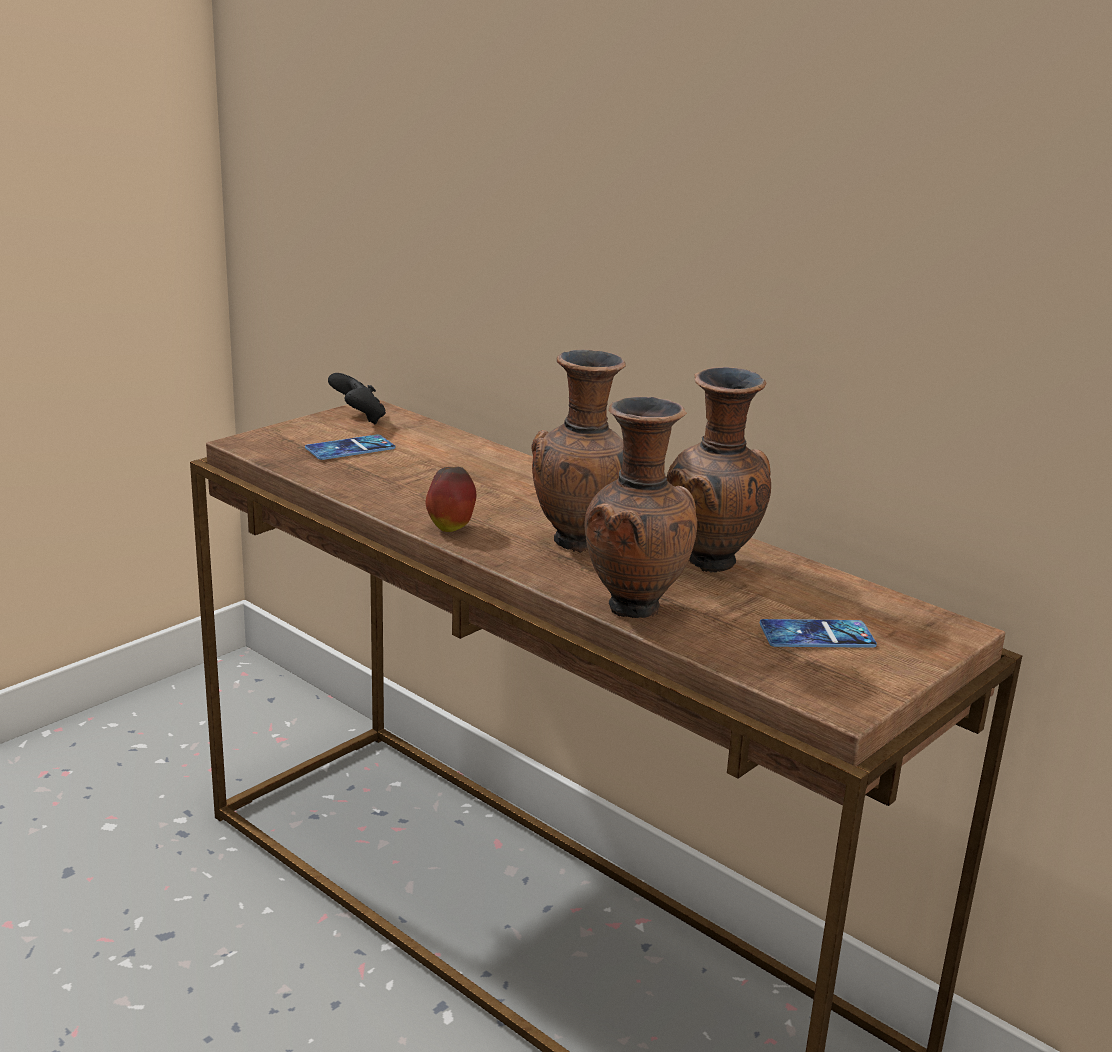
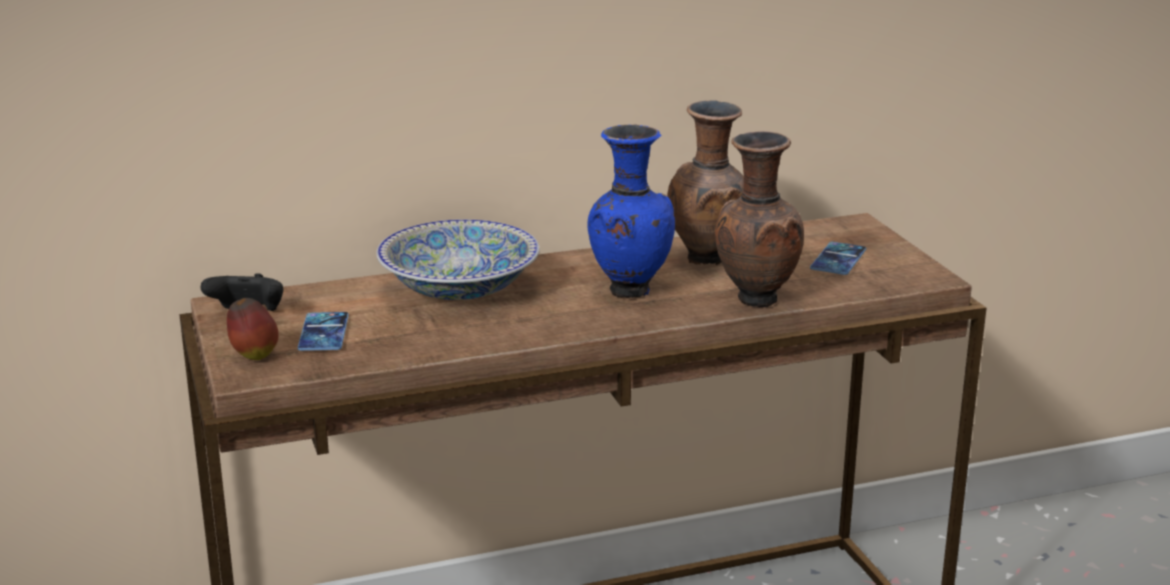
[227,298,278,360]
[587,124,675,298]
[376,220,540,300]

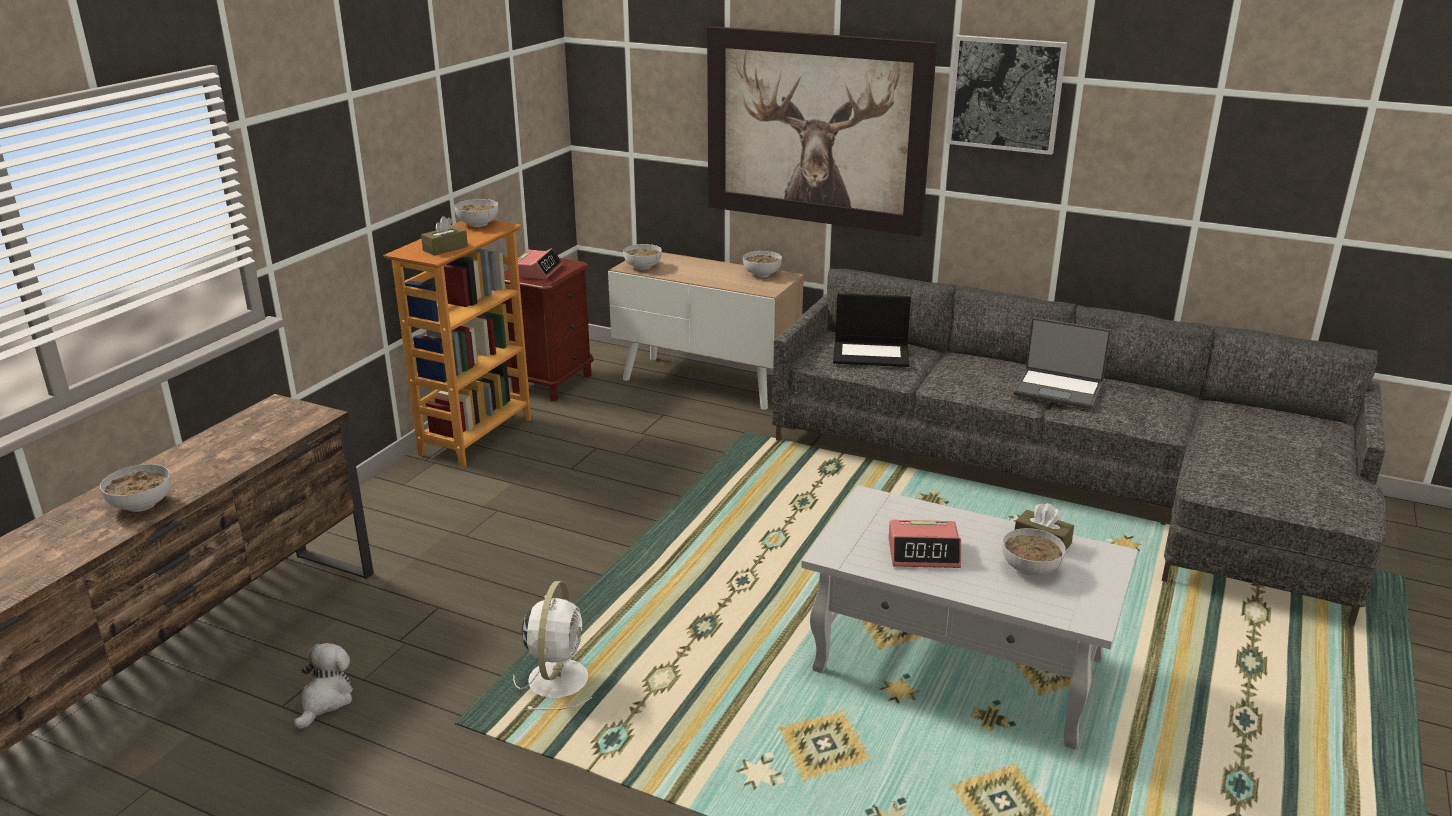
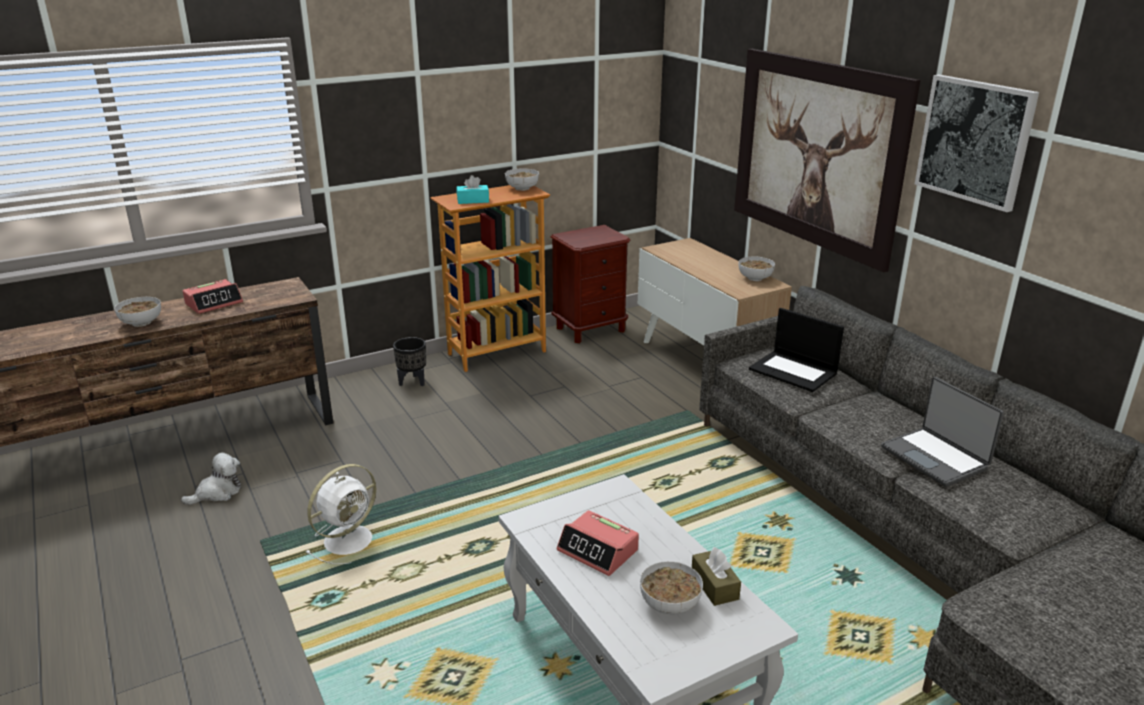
[457,175,489,204]
[183,279,243,314]
[623,244,662,270] (first image)
[393,337,426,386]

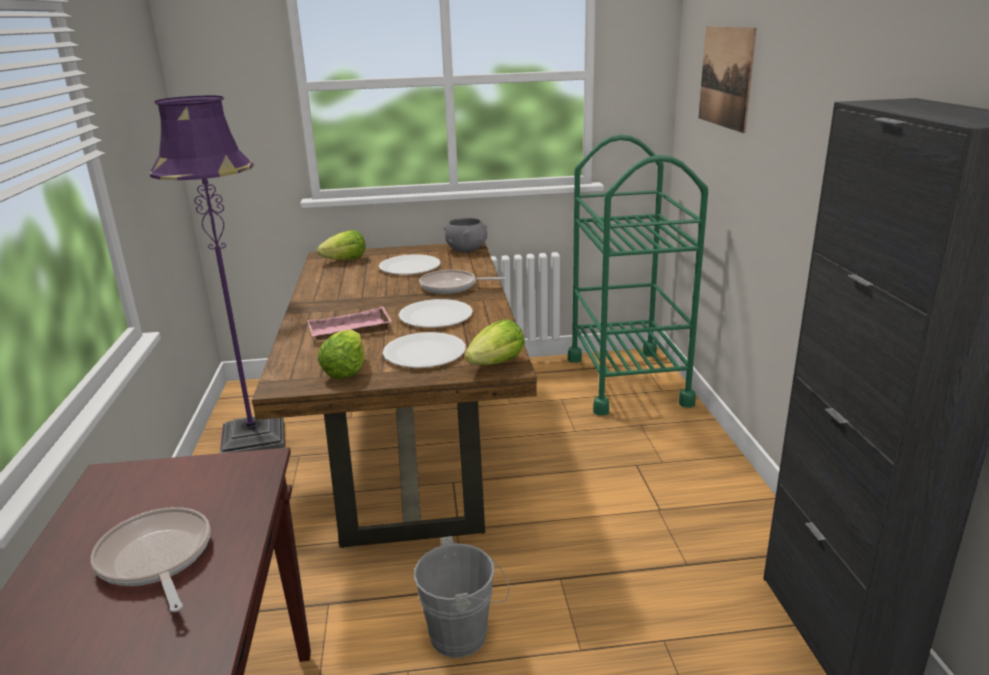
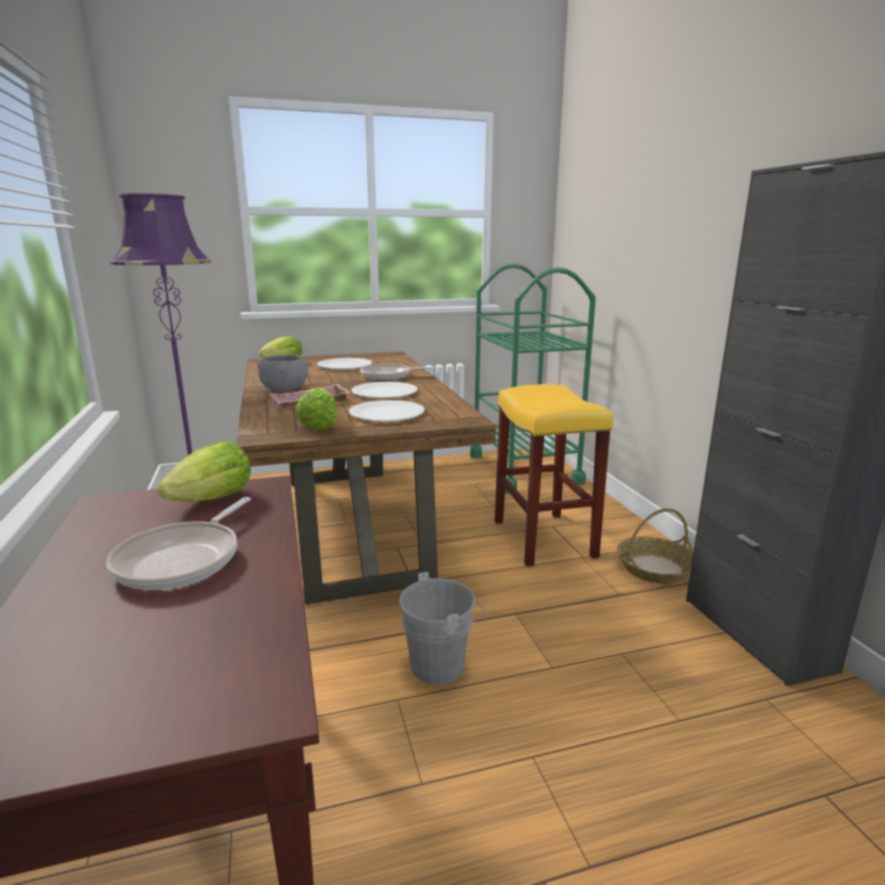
[106,497,251,590]
[258,355,308,392]
[158,441,251,502]
[699,26,757,133] (first image)
[495,384,613,567]
[617,508,693,584]

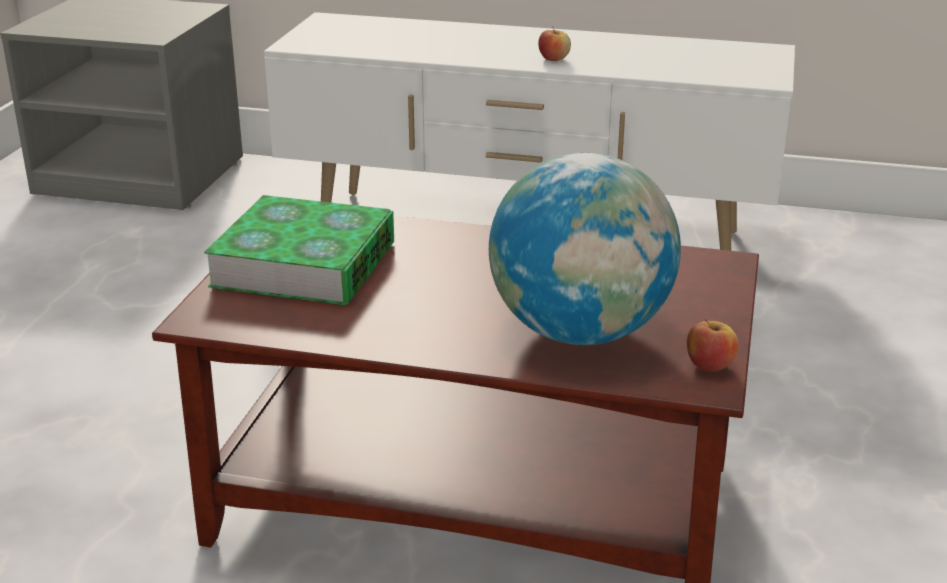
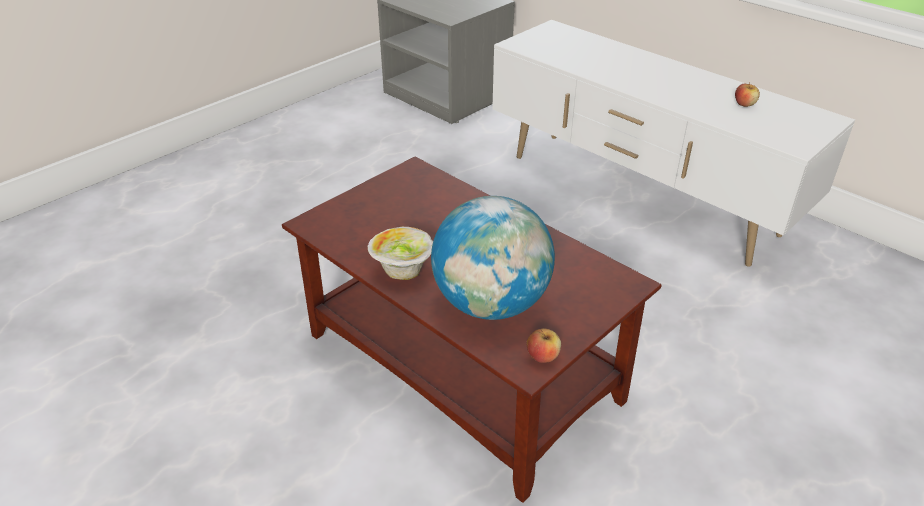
[204,195,394,305] (first image)
[735,82,760,107]
[368,227,433,280]

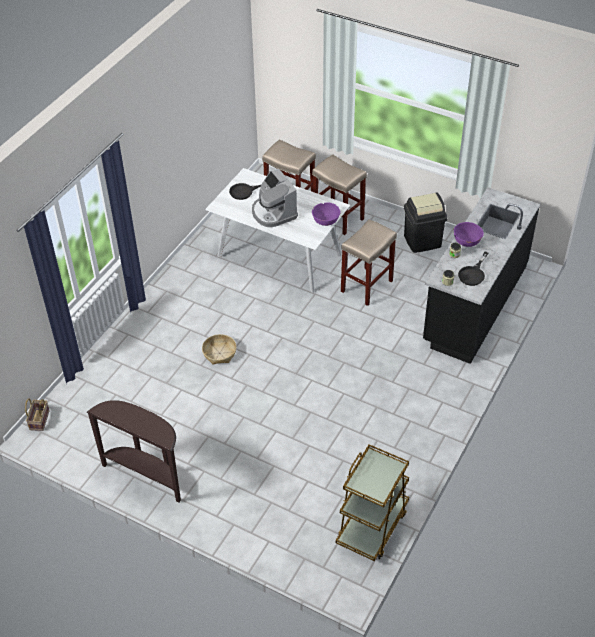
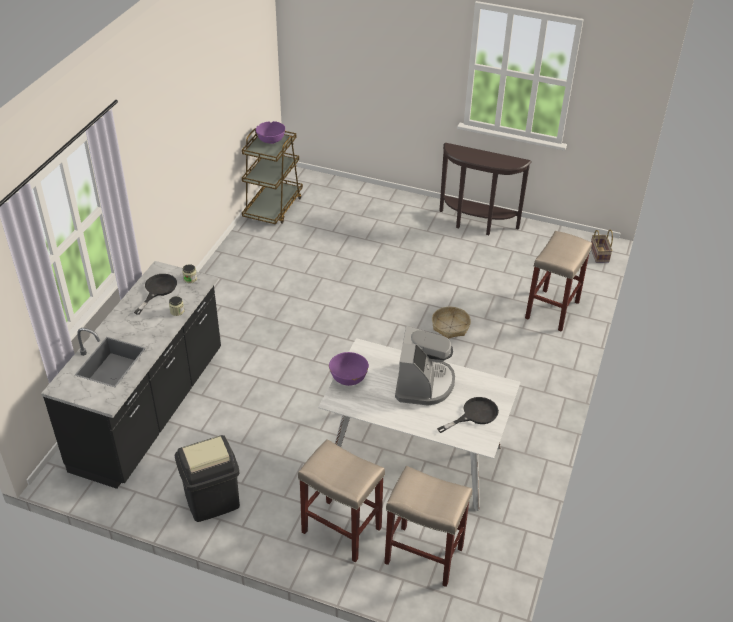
[395,326,455,406]
[525,231,592,332]
[256,121,285,144]

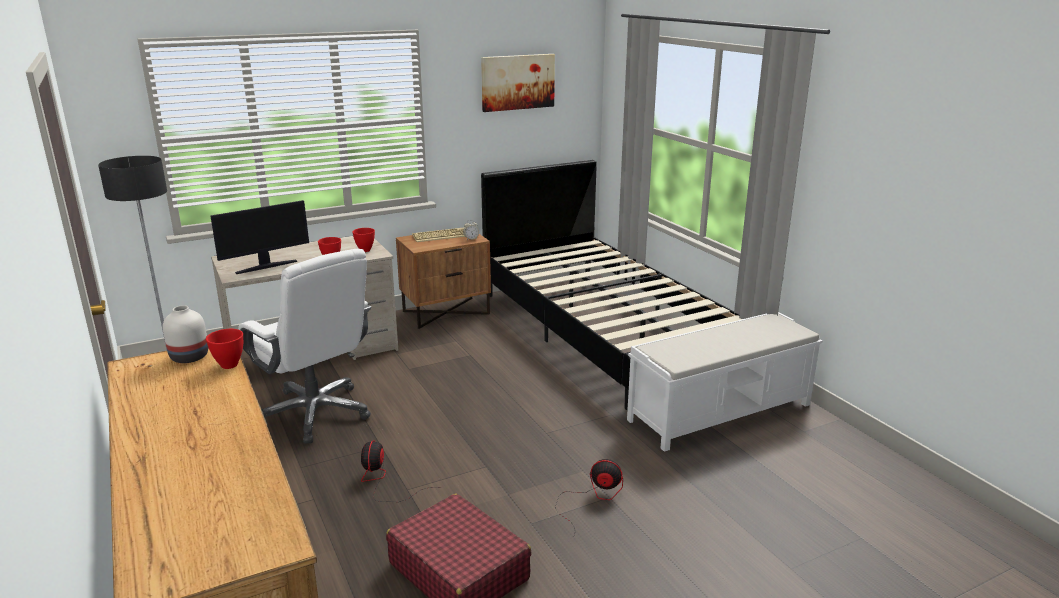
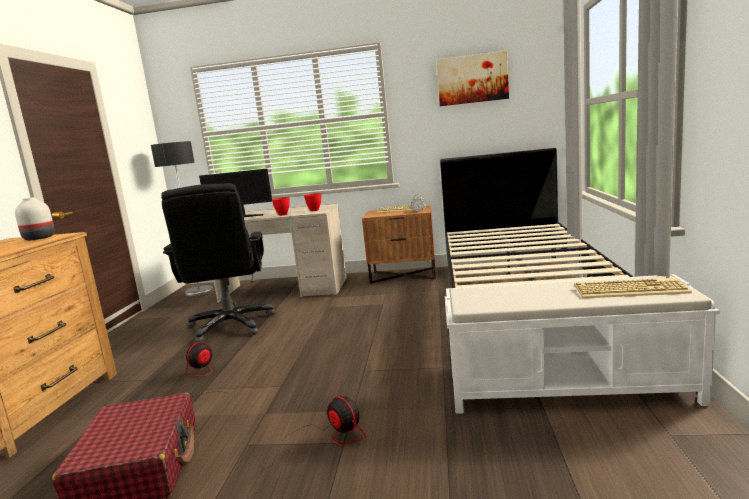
[206,329,243,369] (first image)
[161,183,276,343]
[574,278,692,298]

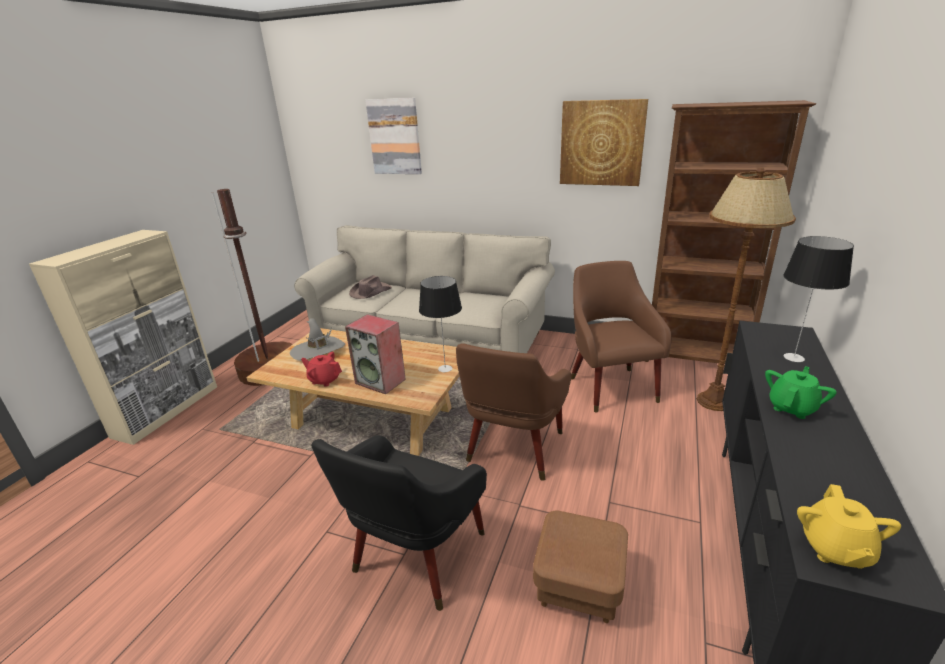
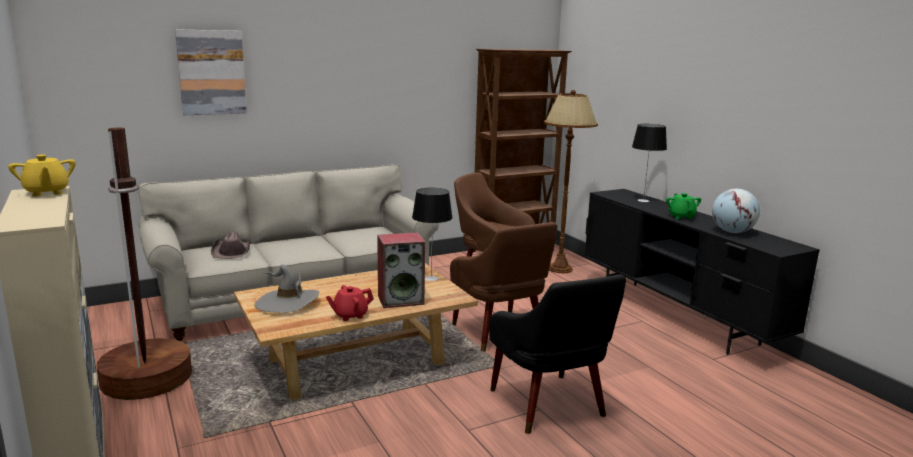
[533,511,628,623] (first image)
[560,99,648,186] (first image)
[8,154,76,197]
[712,189,760,233]

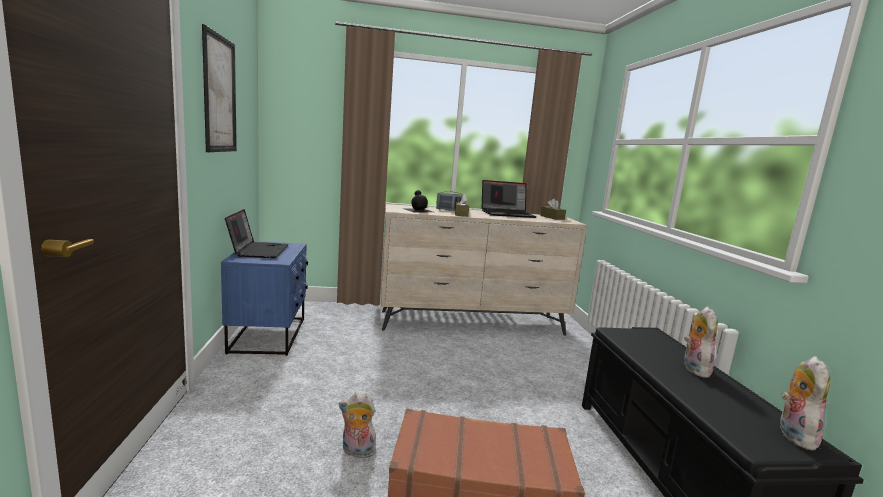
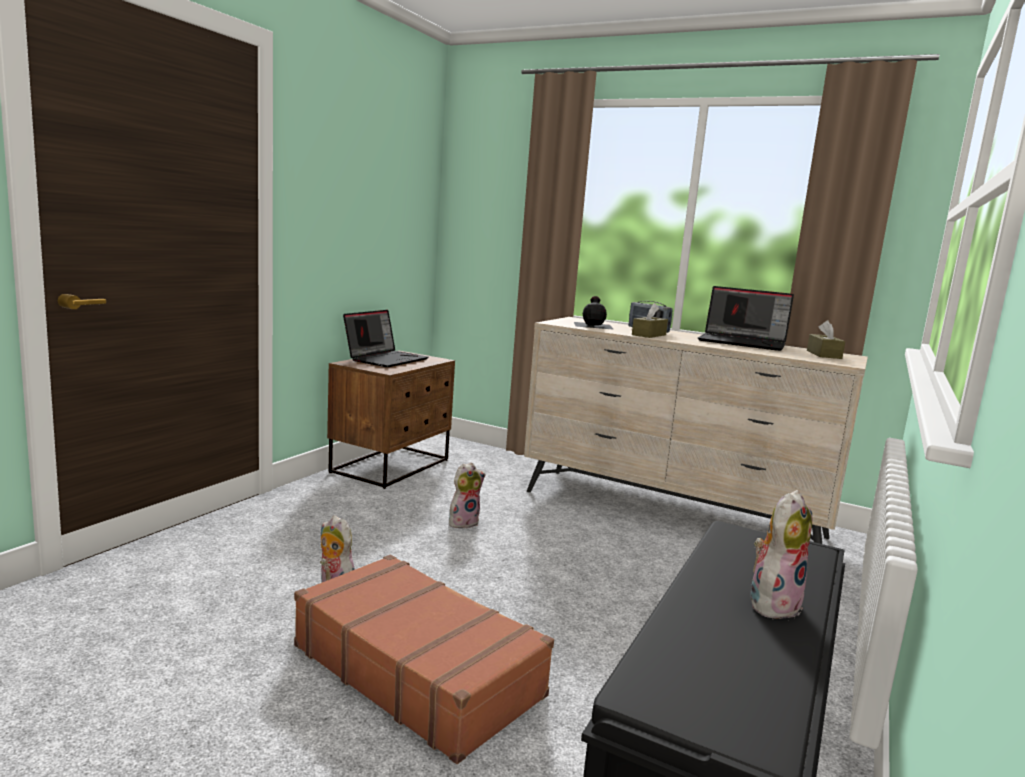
[202,24,237,152] (first image)
[327,350,455,489]
[449,463,486,530]

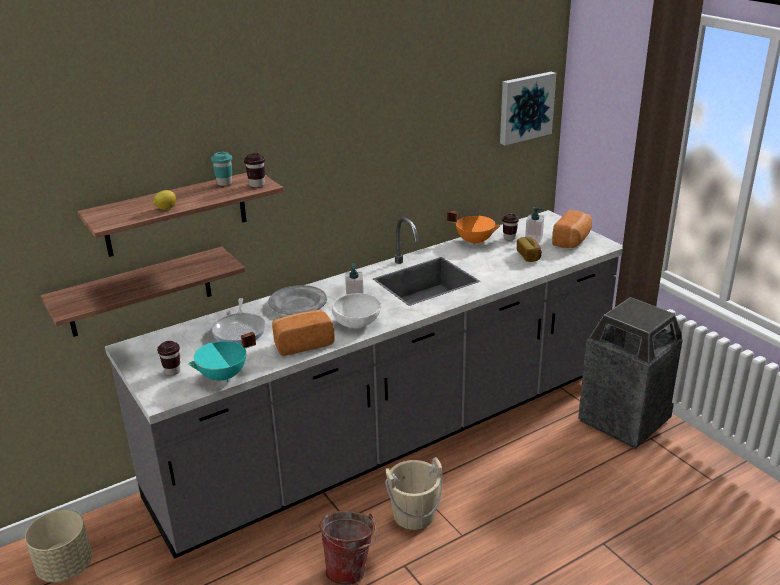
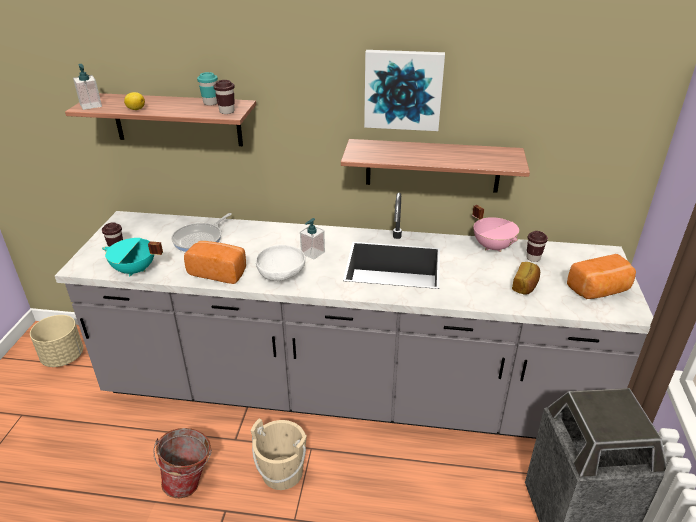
[341,139,530,193]
[268,285,327,315] (first image)
[472,205,519,252]
[364,50,445,131]
[73,64,102,110]

